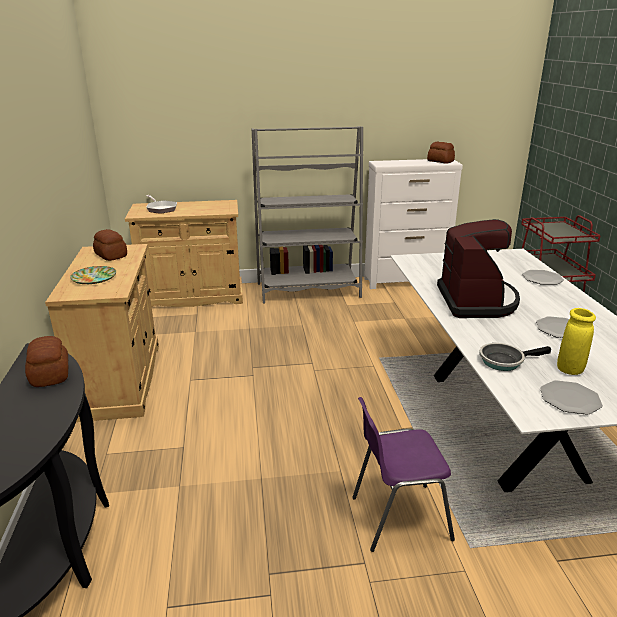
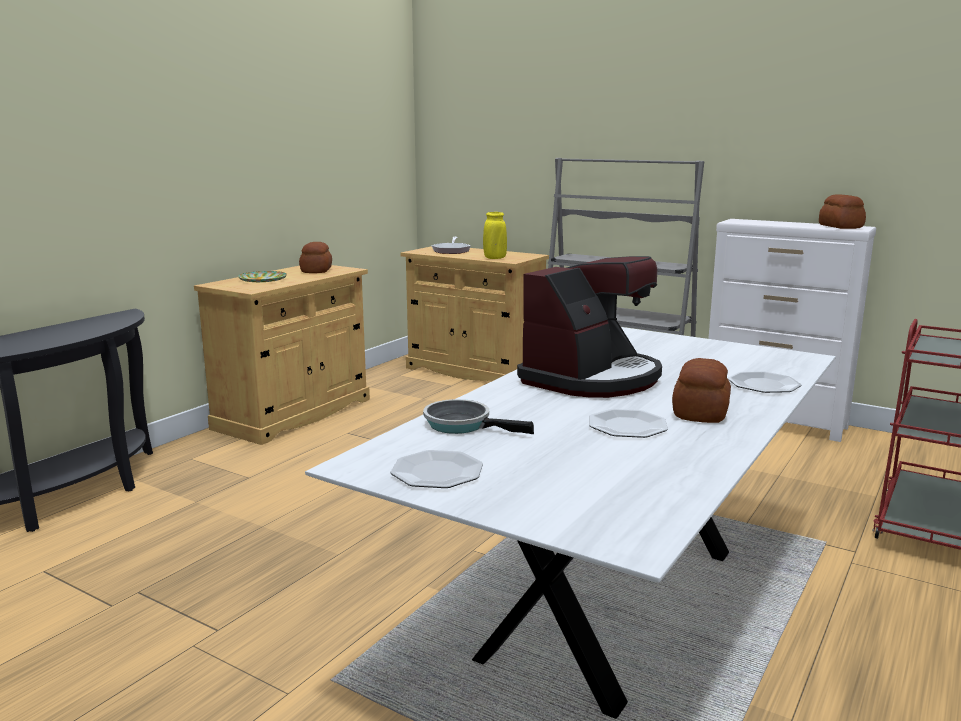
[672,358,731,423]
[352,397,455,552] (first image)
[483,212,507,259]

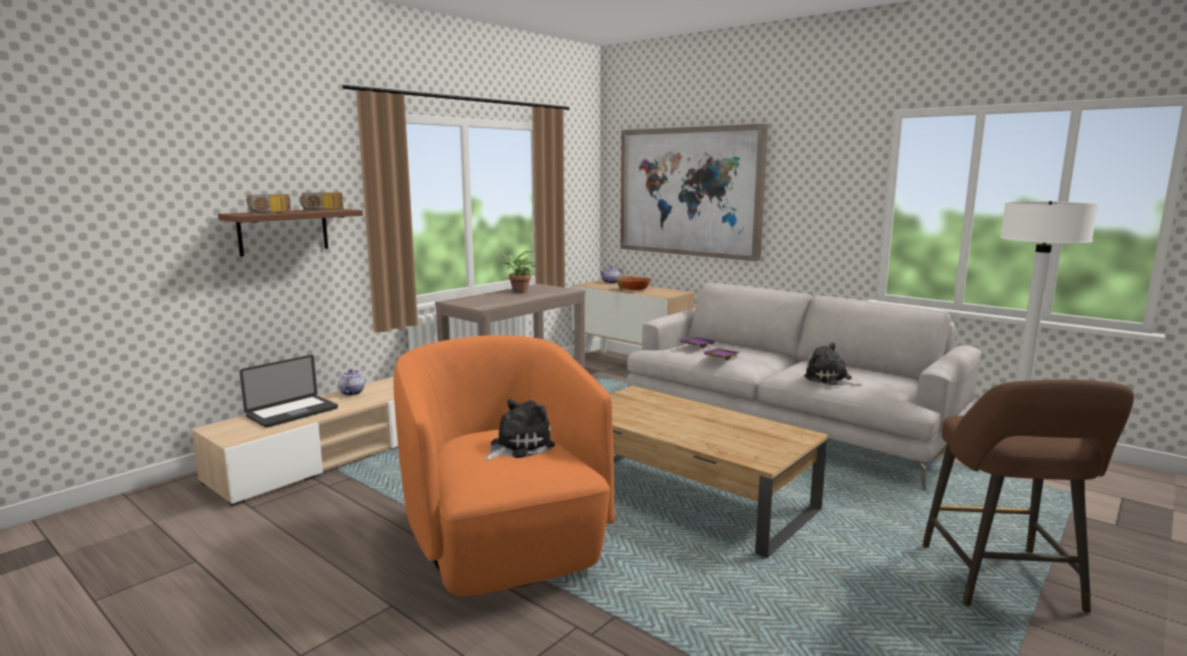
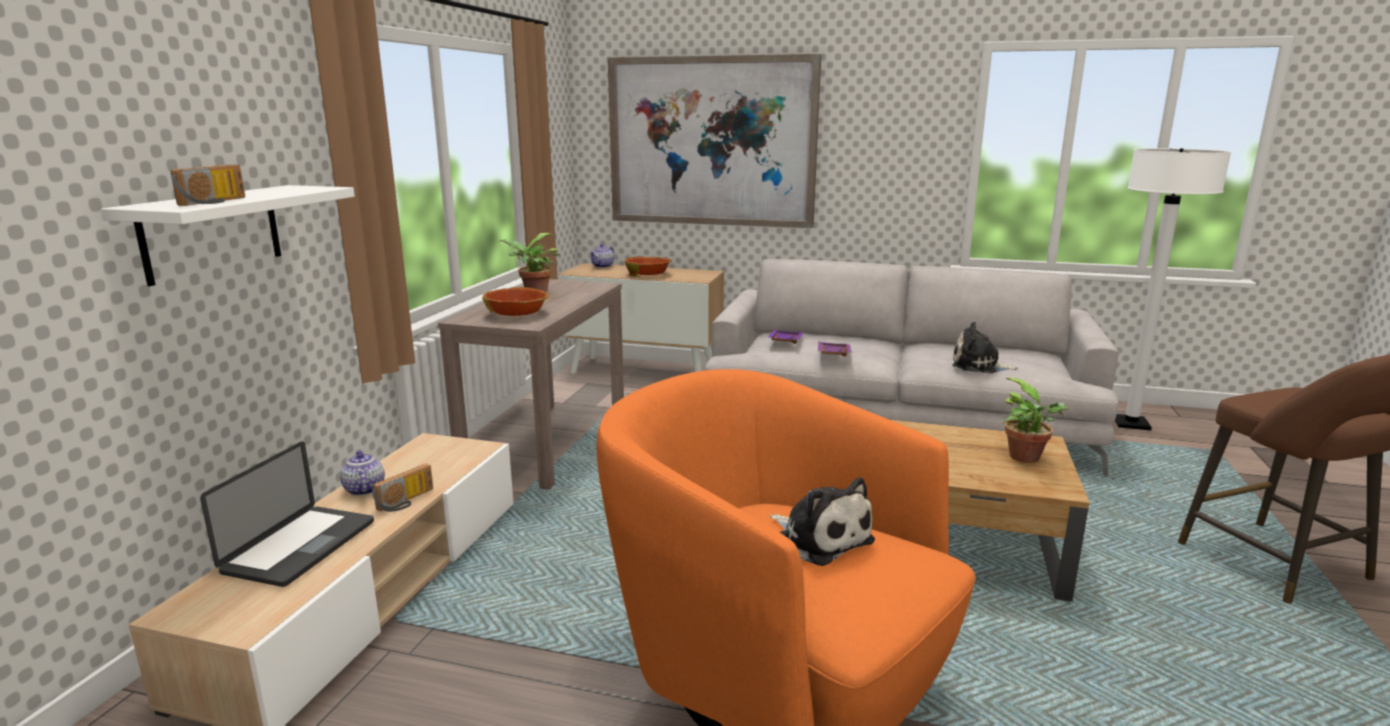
[101,185,355,286]
[372,464,433,512]
[770,478,875,566]
[482,287,550,316]
[1002,377,1069,463]

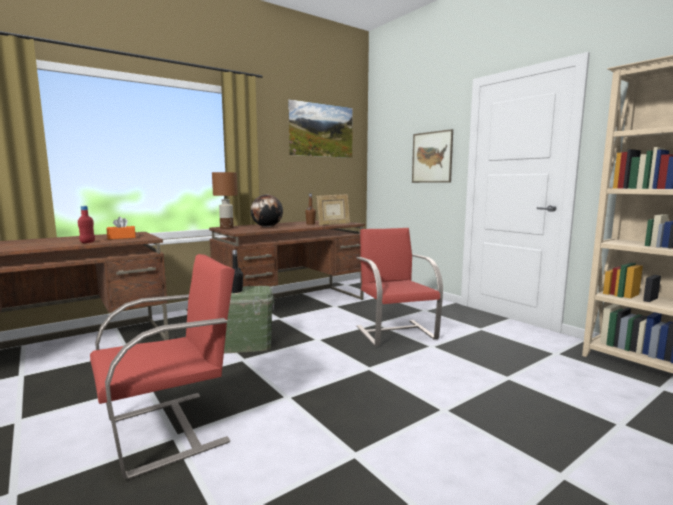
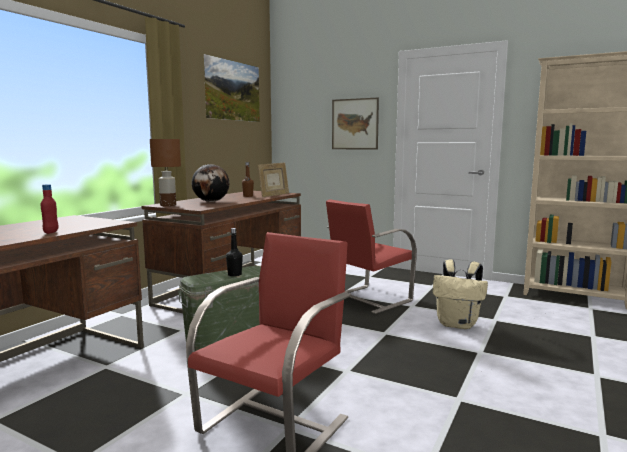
[107,217,136,239] (first image)
[326,199,417,314]
[433,260,488,329]

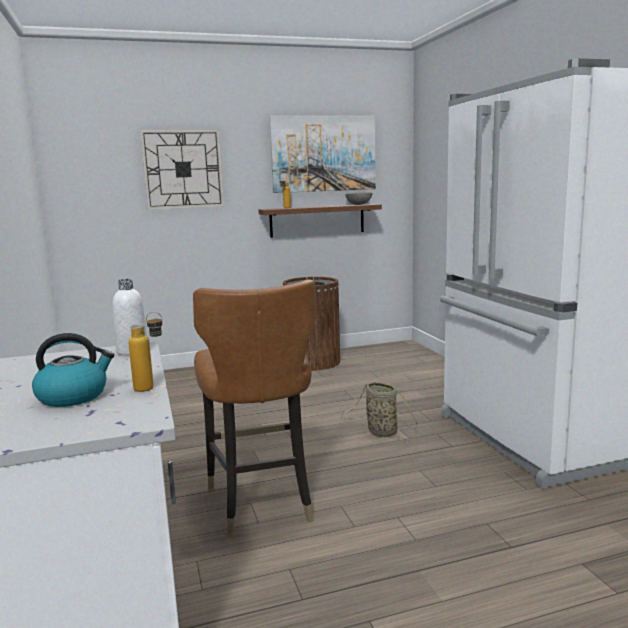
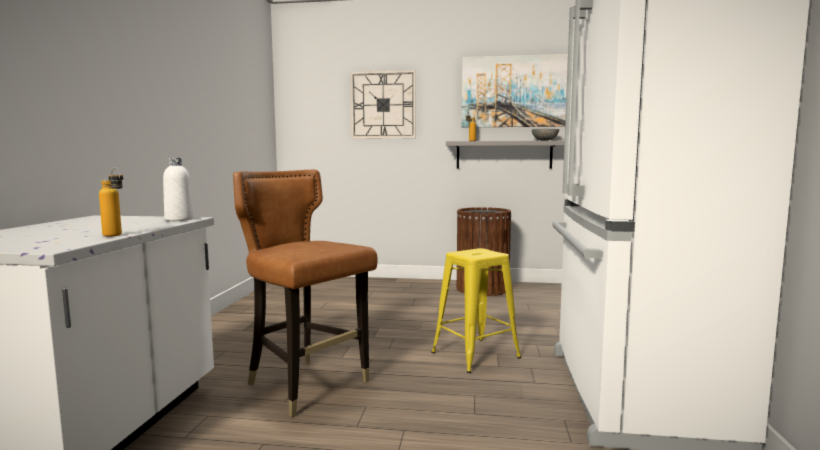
[32,333,114,407] (first image)
[233,170,378,417]
[446,141,565,169]
[431,248,521,373]

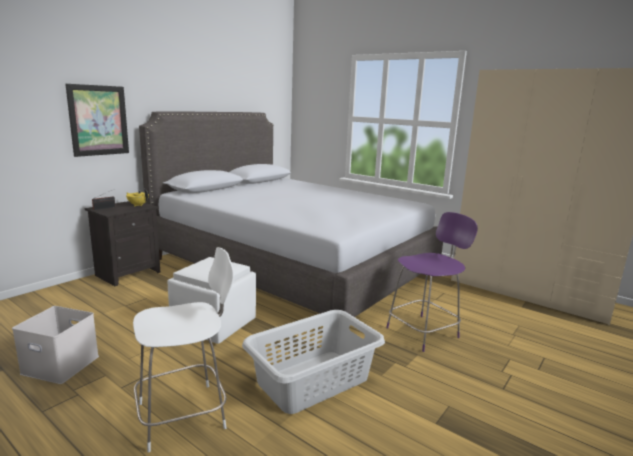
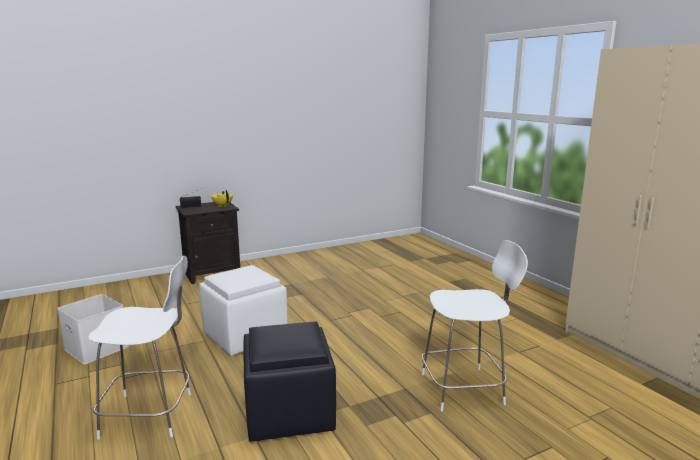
[65,84,129,157] (first image)
[139,111,443,317] (first image)
[243,322,336,442]
[422,240,528,411]

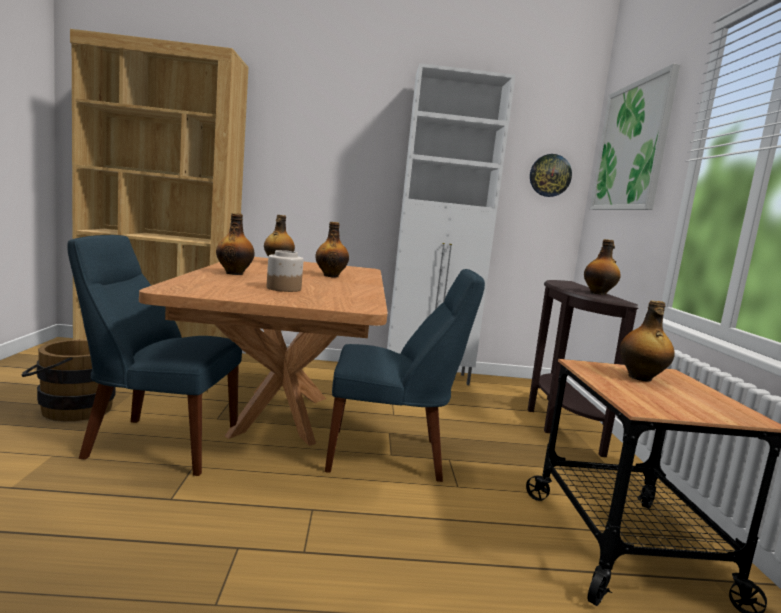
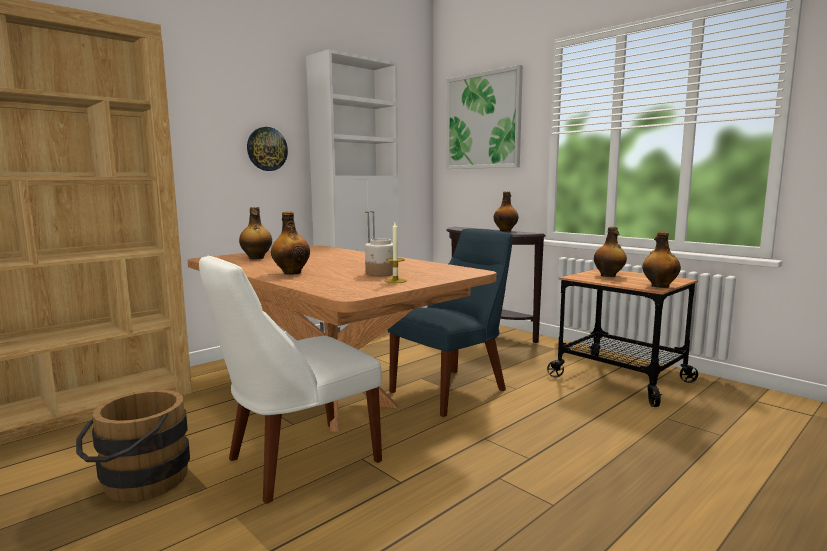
[199,256,382,504]
[642,232,681,288]
[247,127,288,171]
[385,222,407,283]

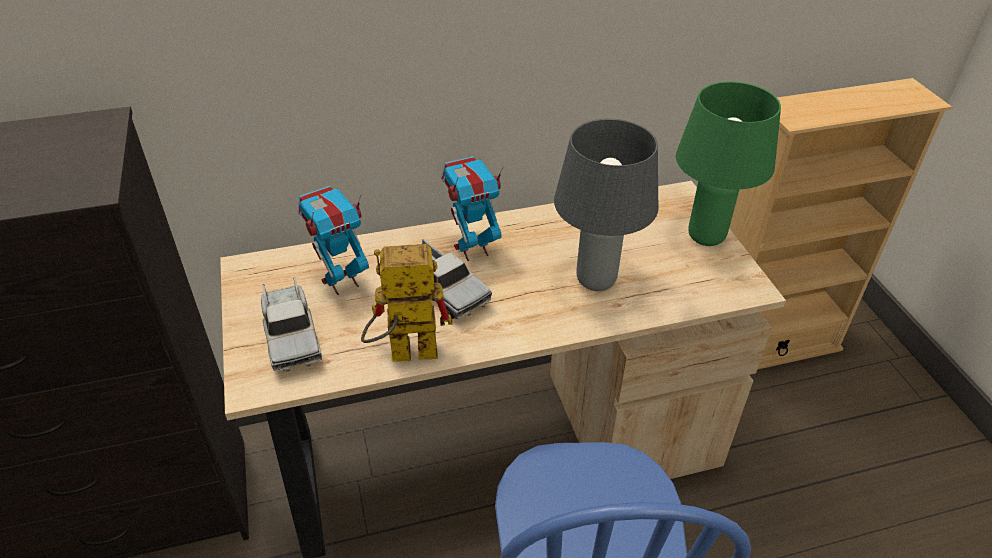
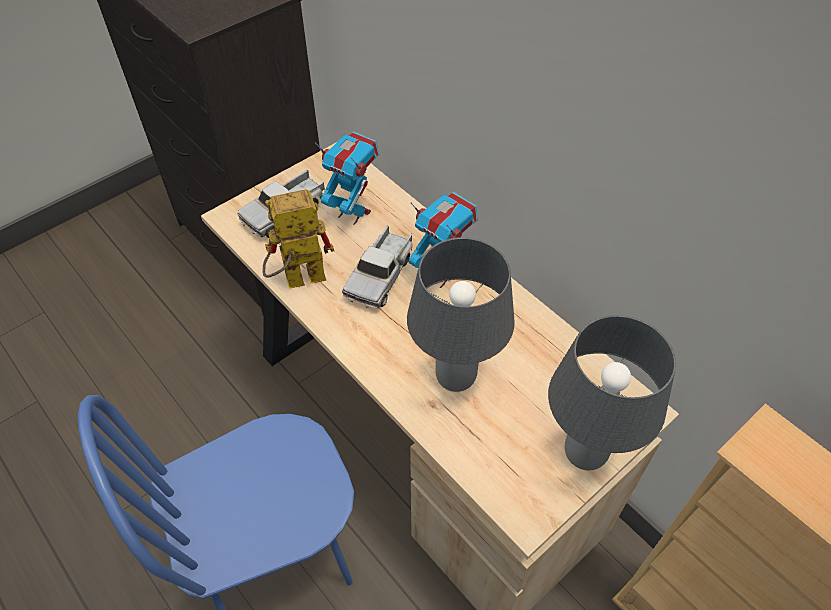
[263,189,334,288]
[548,315,676,470]

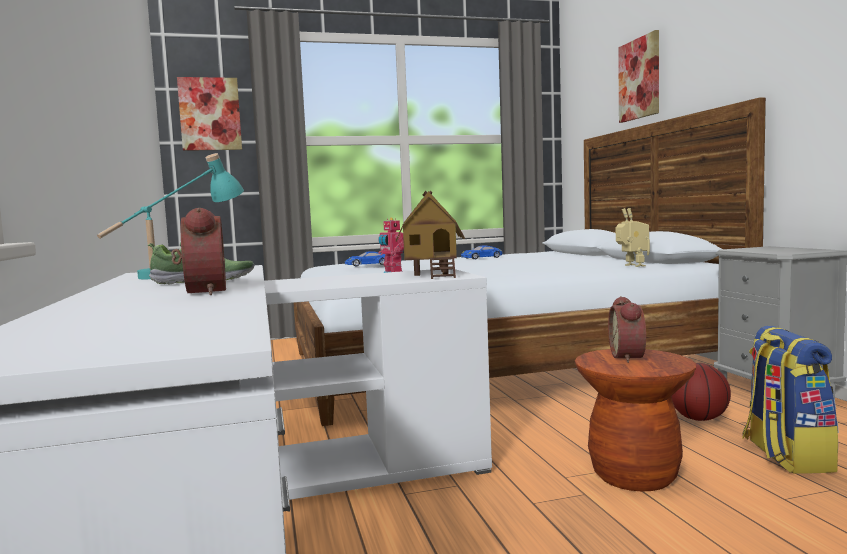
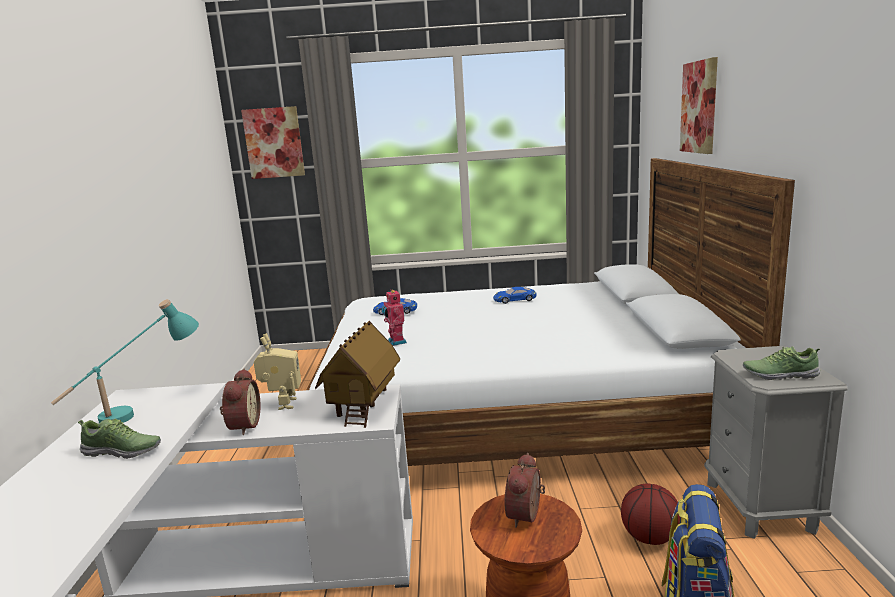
[220,369,260,435]
[254,333,301,410]
[743,346,820,380]

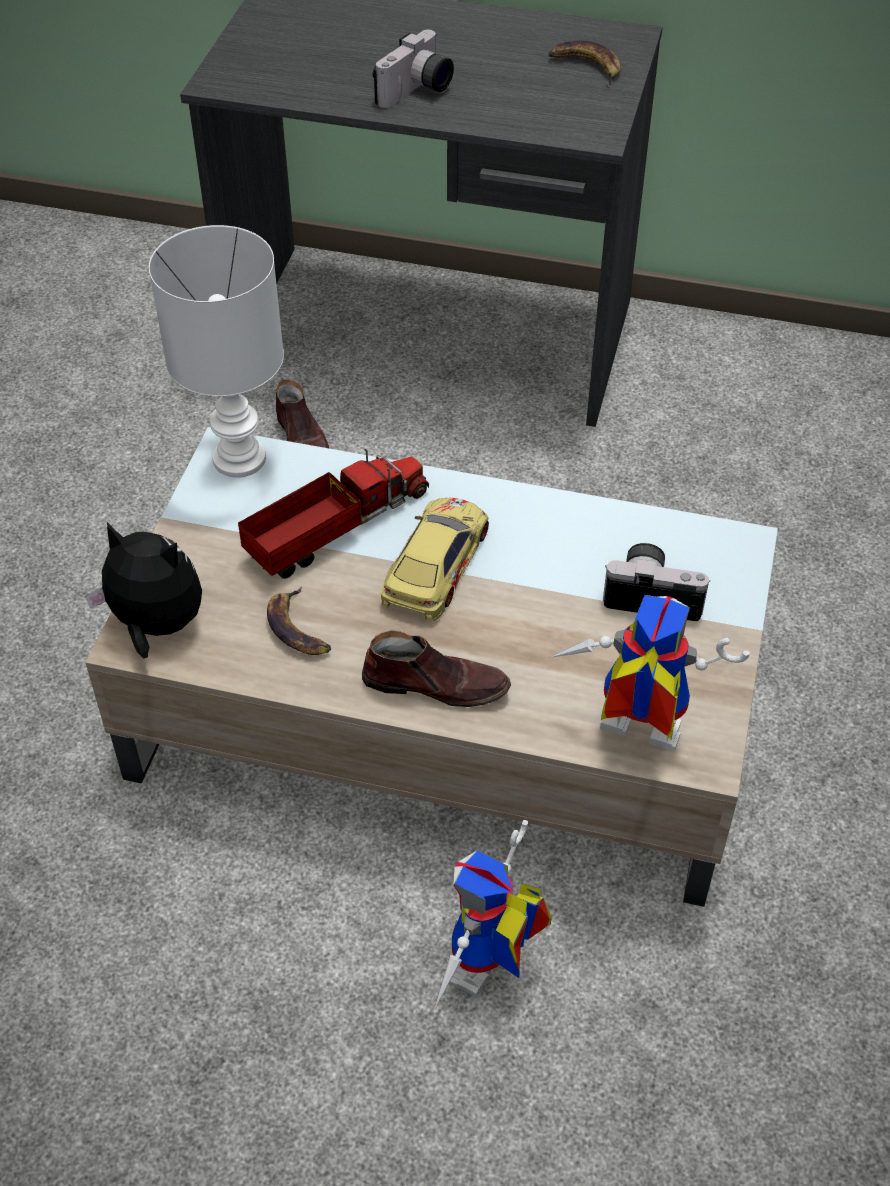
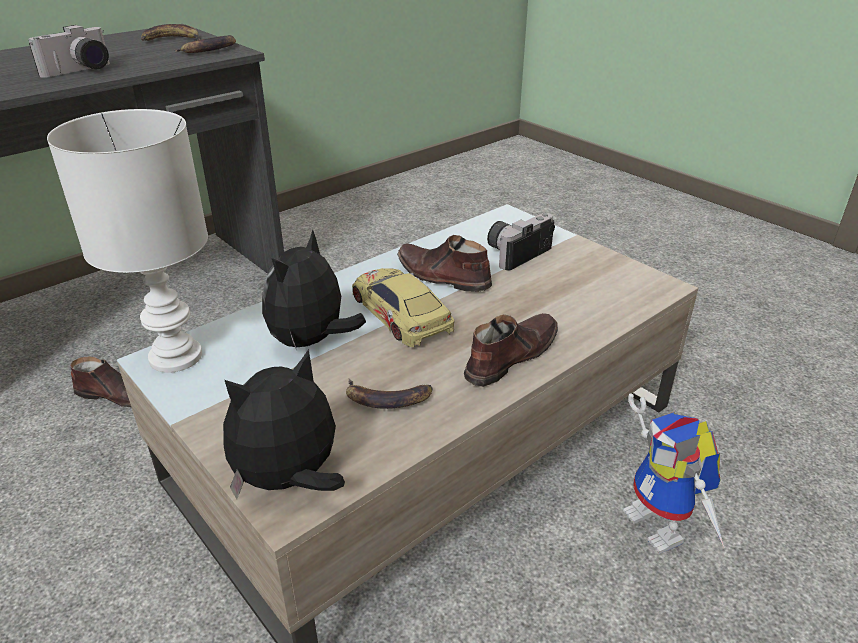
[262,229,366,350]
[28,25,110,78]
[549,595,750,751] (first image)
[175,35,236,53]
[397,235,492,292]

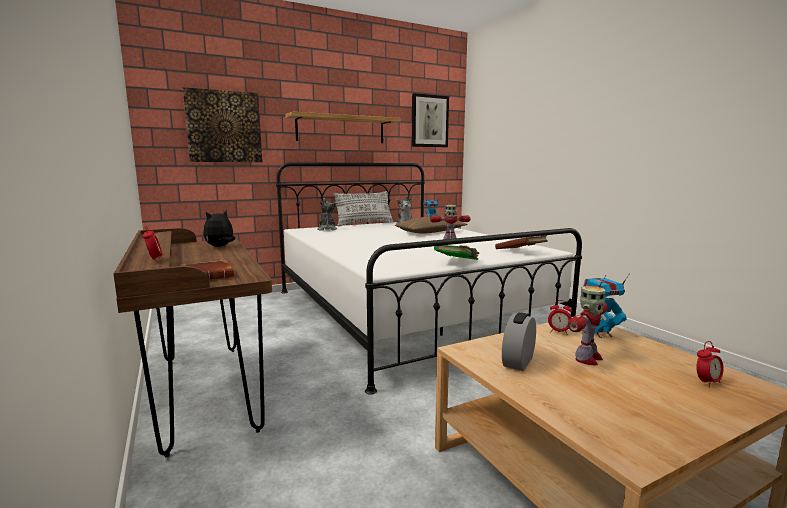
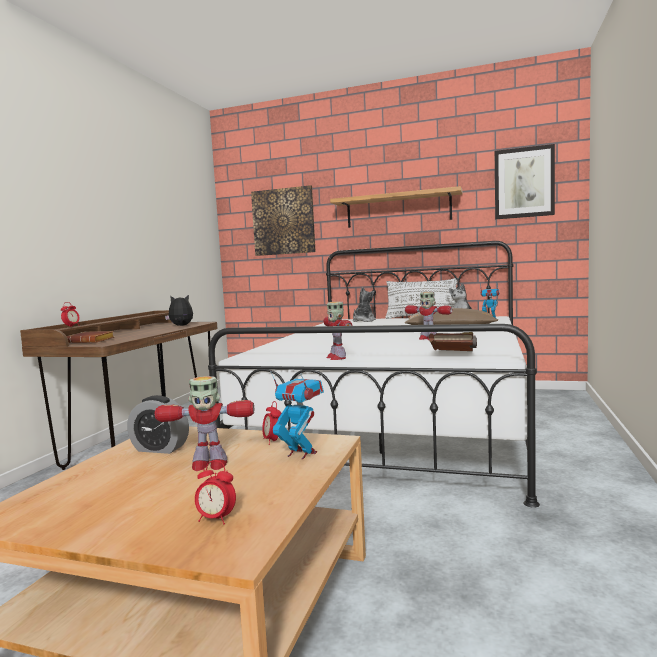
[323,302,353,360]
[127,395,189,454]

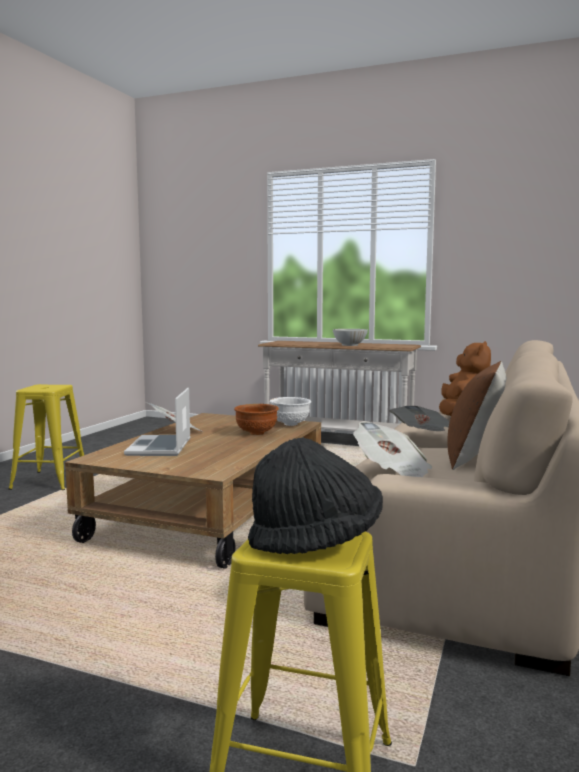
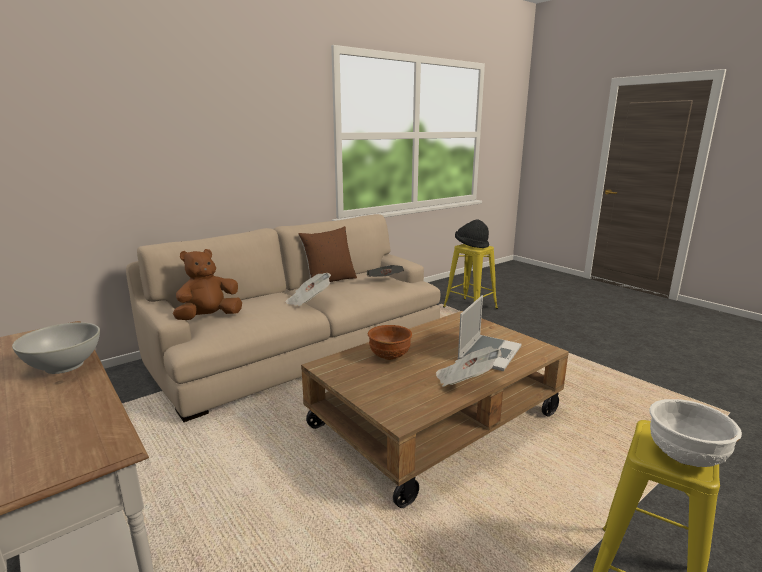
[649,399,742,467]

